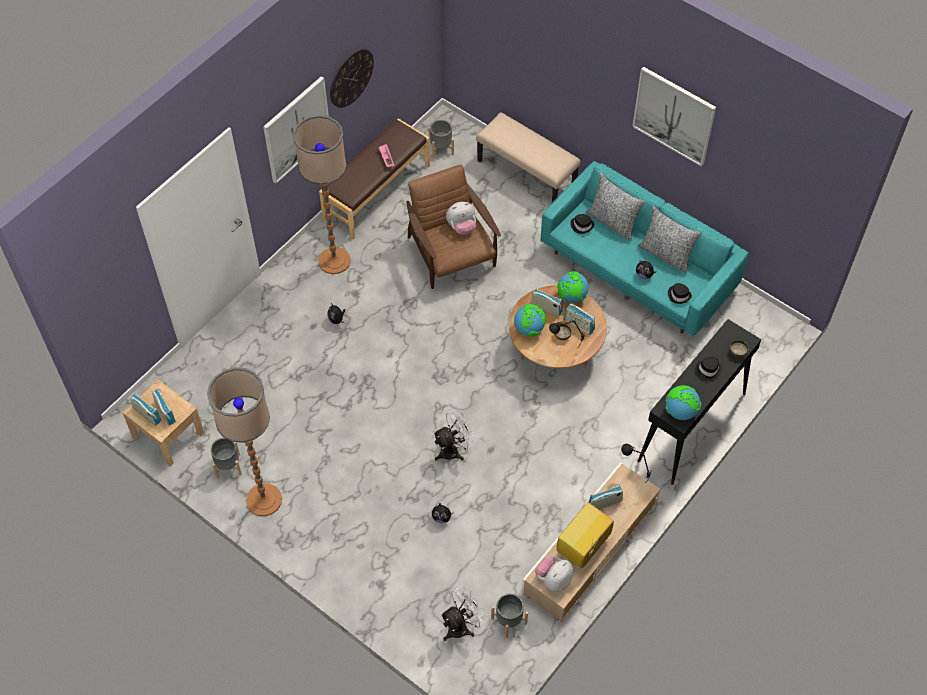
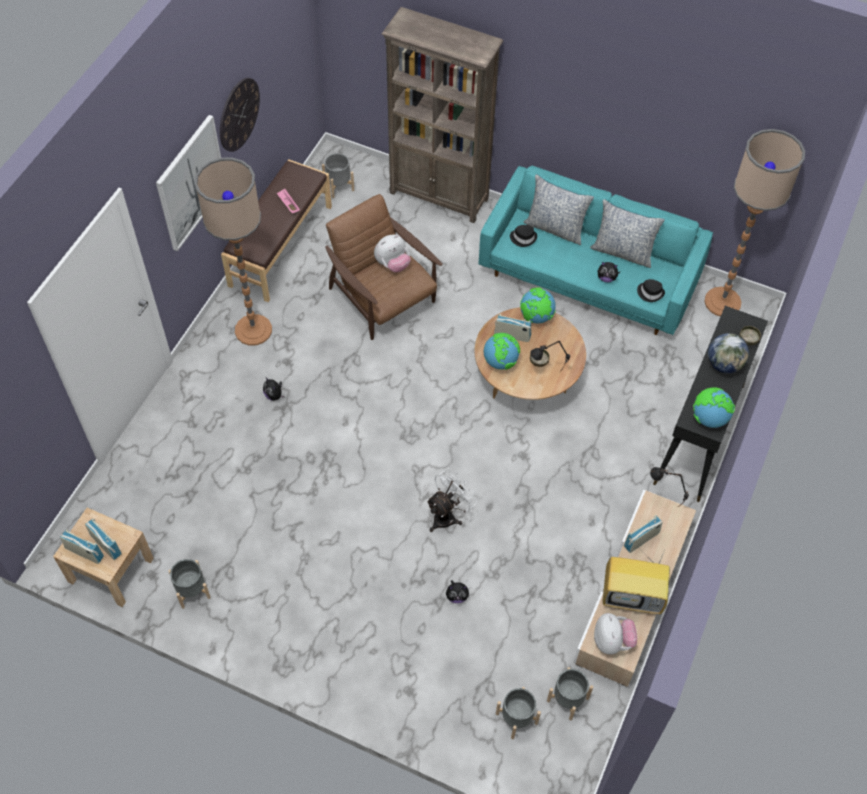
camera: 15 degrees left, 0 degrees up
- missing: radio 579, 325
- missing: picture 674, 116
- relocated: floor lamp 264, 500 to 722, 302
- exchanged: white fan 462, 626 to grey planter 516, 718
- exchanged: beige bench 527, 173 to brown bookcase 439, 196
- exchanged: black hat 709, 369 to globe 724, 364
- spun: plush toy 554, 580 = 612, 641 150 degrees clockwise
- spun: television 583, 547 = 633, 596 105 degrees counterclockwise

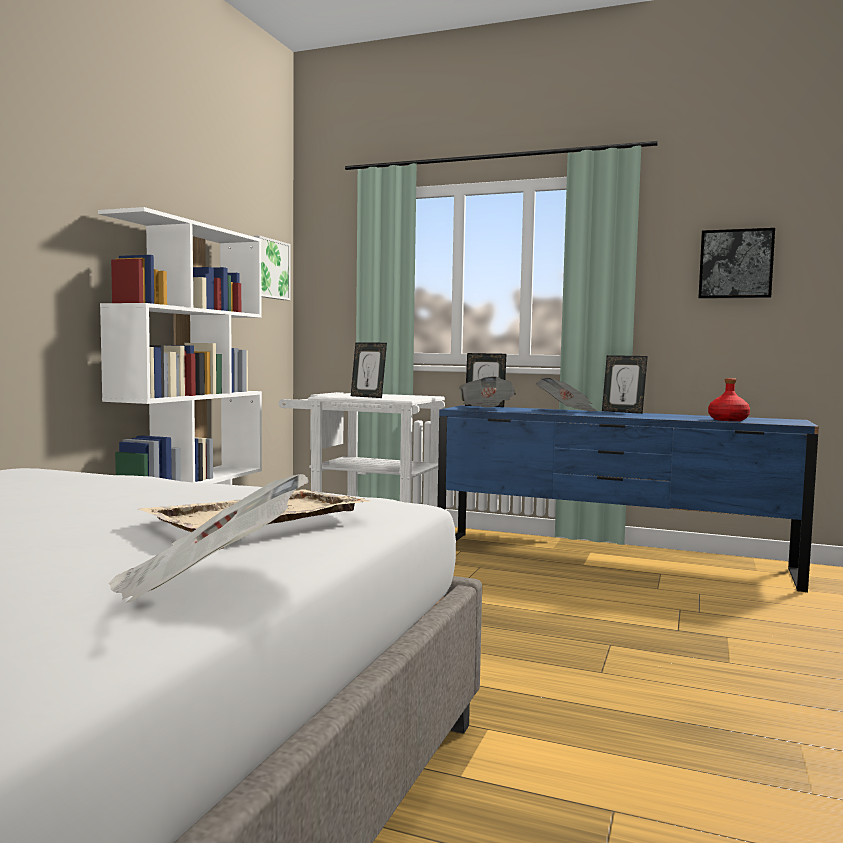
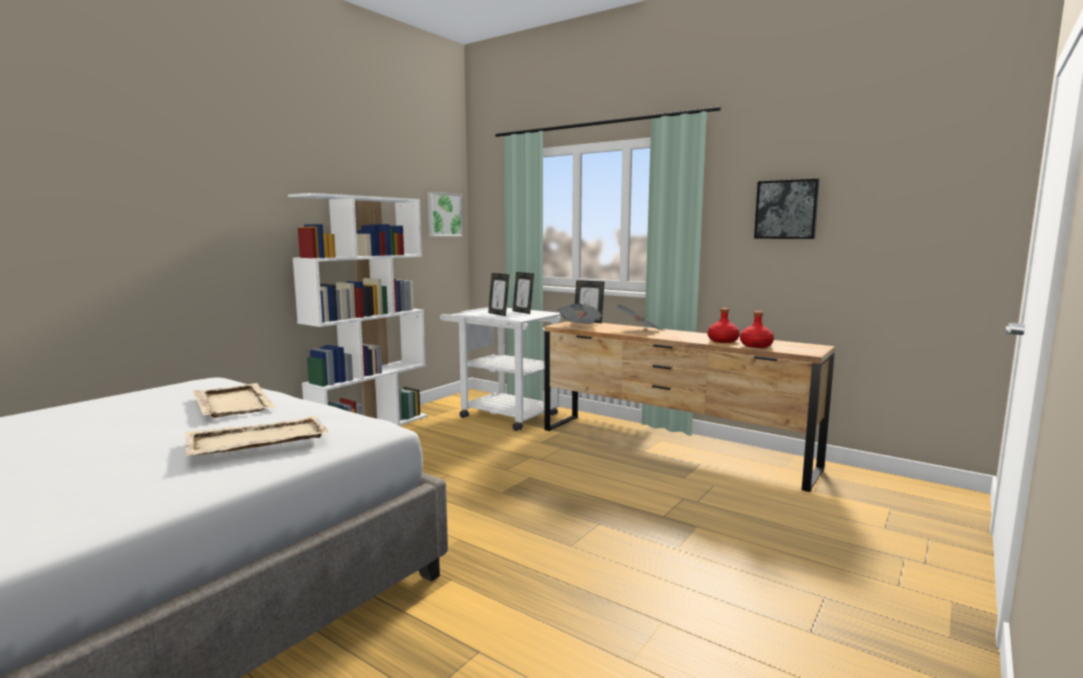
camera: 15 degrees right, 5 degrees up
- missing: newspaper 206, 587
- appeared: beige tray 233, 403
- appeared: red bottle 723, 341
- relocated: picture frame 623, 412 to 523, 312
- colour: blue dresser 610, 559 to brown dresser 671, 448

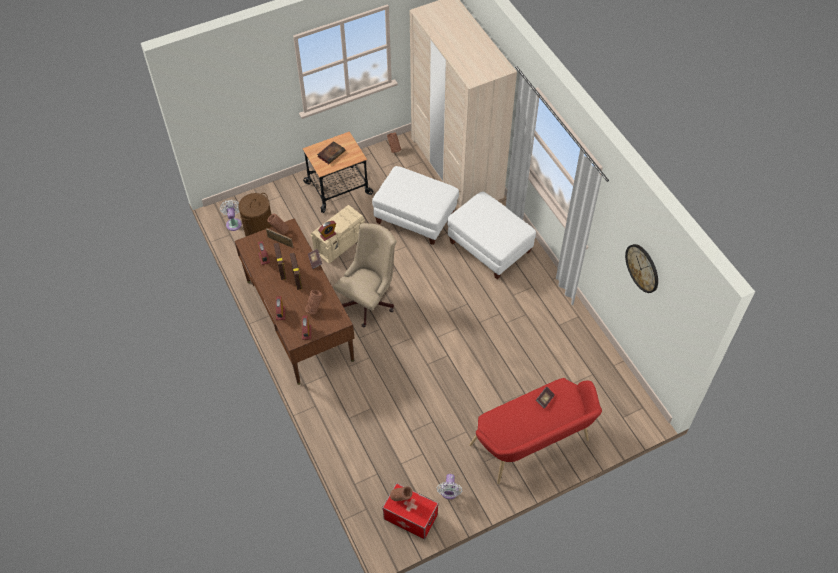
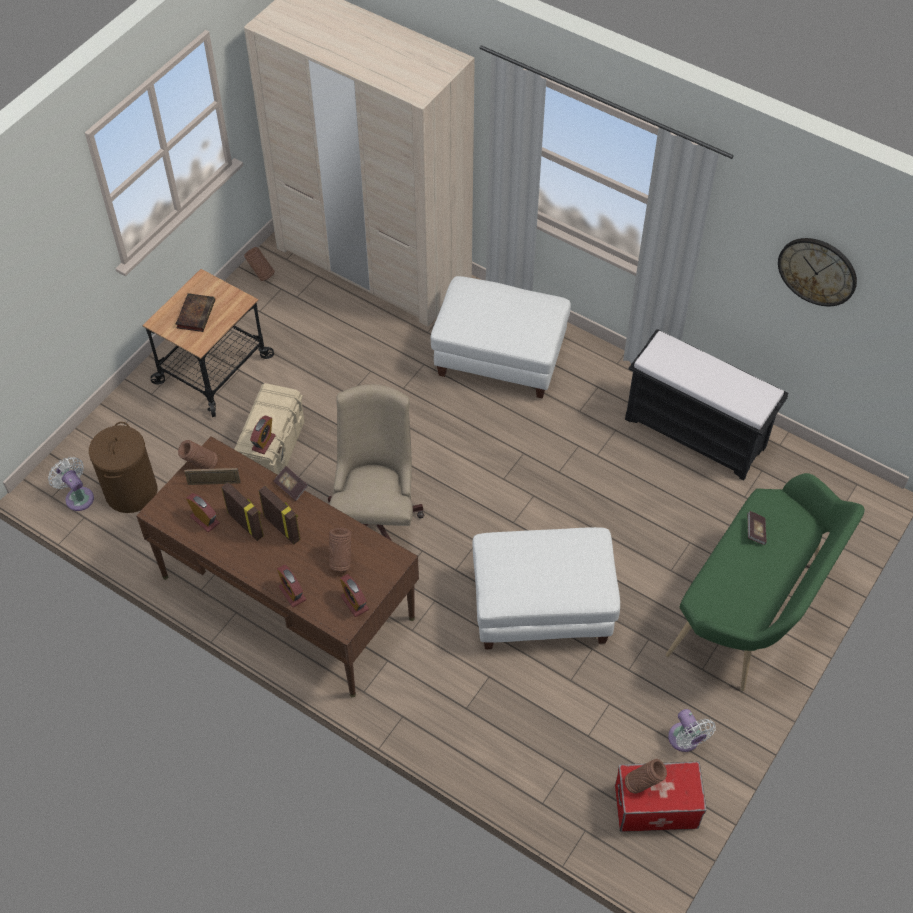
camera: 30 degrees left, 0 degrees up
- appeared: black bench 696, 433
- relocated: white ottoman 415, 218 to 541, 607
- colour: red bench 533, 446 to green bench 753, 611

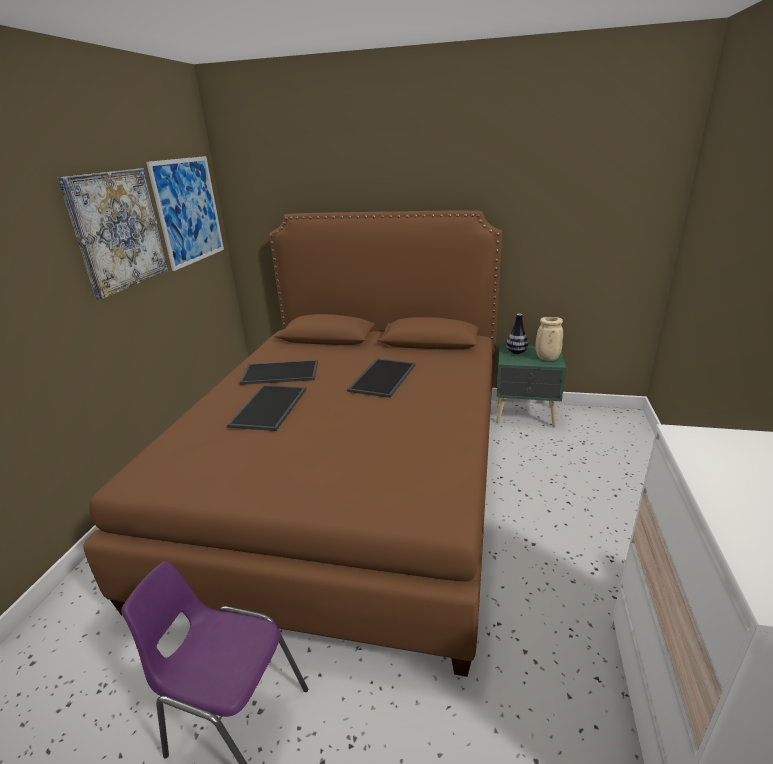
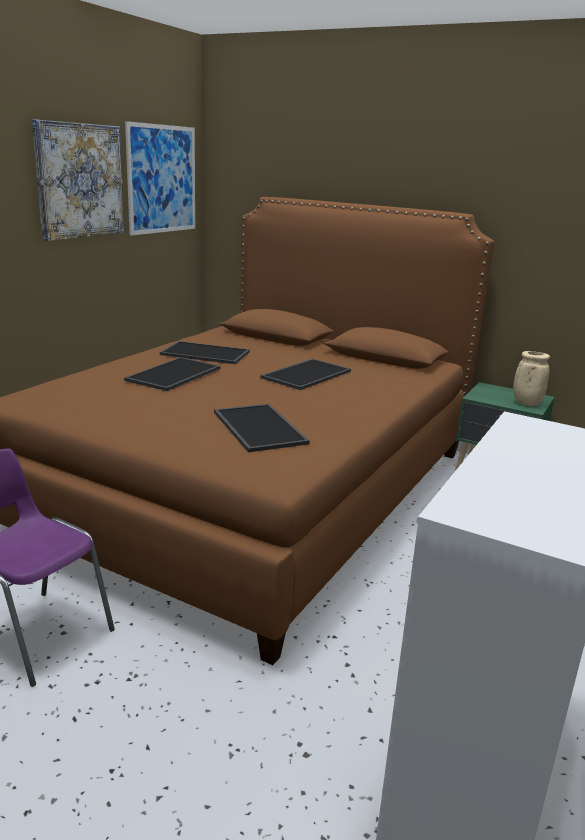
camera: 15 degrees right, 5 degrees down
- missing: vase 516, 352
- appeared: tray 257, 427

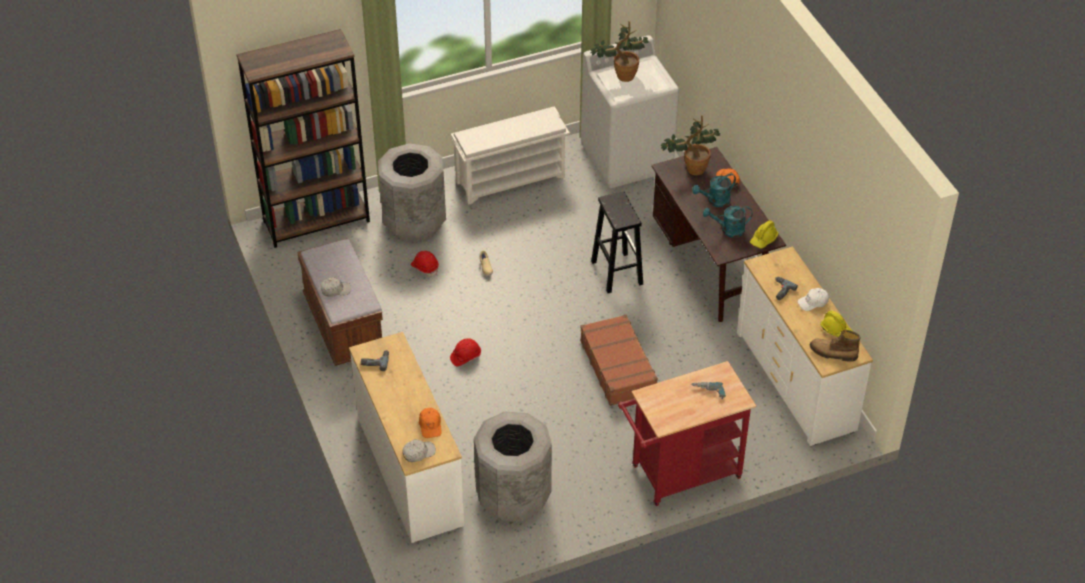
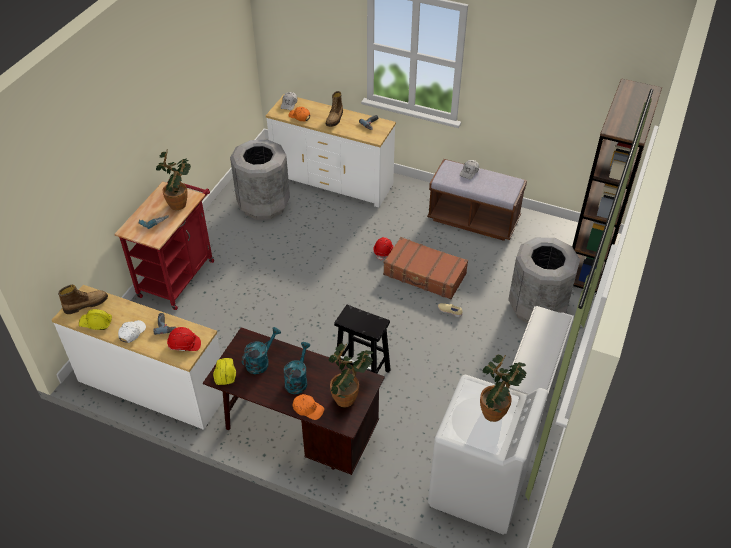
camera: 135 degrees right, 0 degrees up
- appeared: potted plant 180, 202
- appeared: boot 335, 119
- relocated: red hard hat 425, 267 to 184, 345
- relocated: brown suitcase 618, 367 to 424, 275

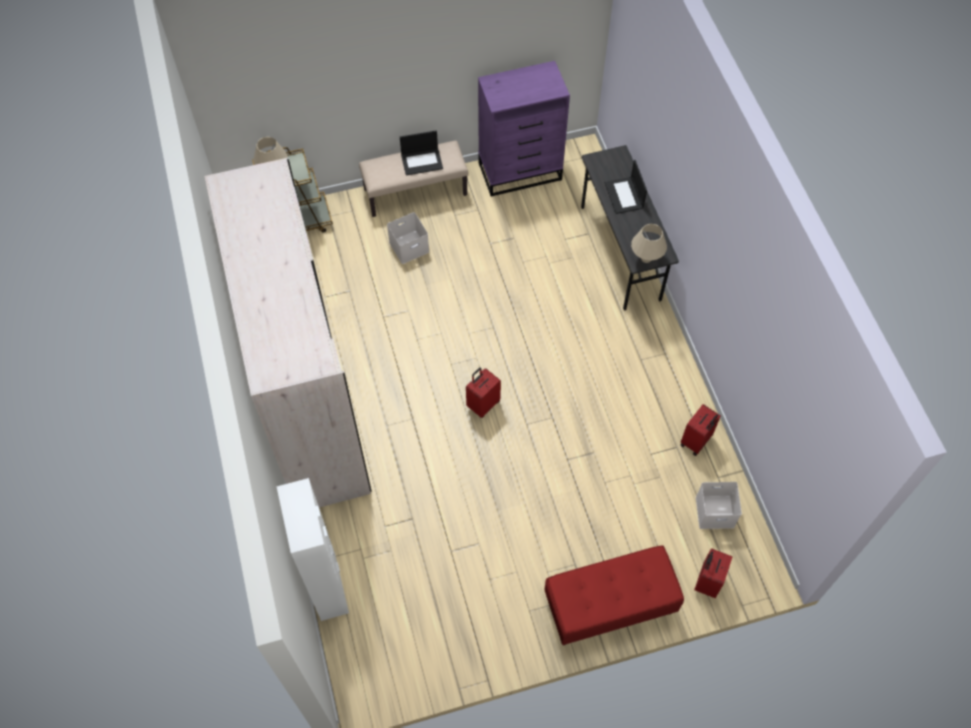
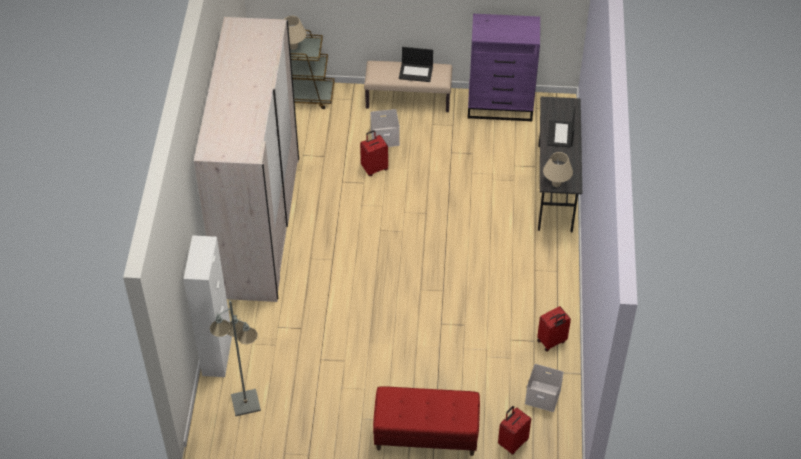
camera: 20 degrees right, 10 degrees down
- appeared: grey floor lamp 245, 403
- relocated: red suitcase 483, 404 to 374, 168

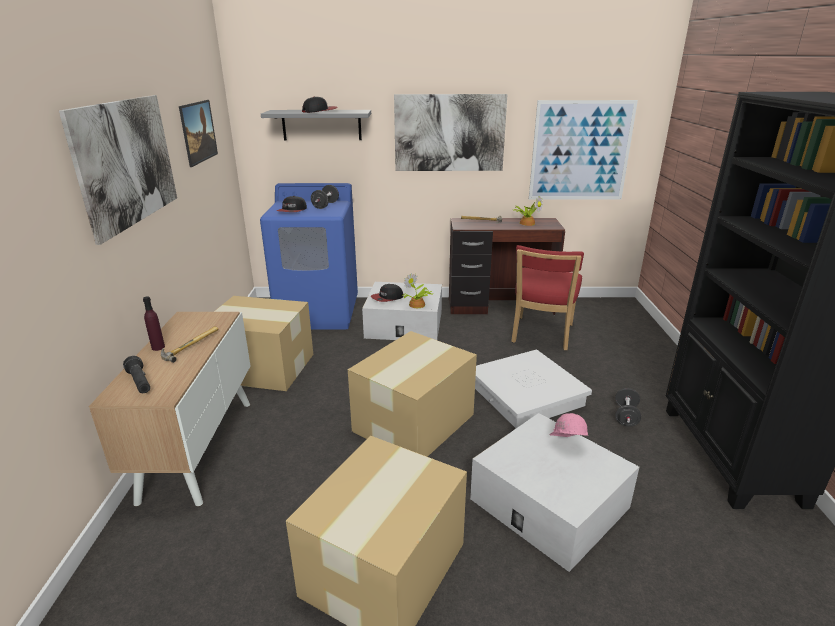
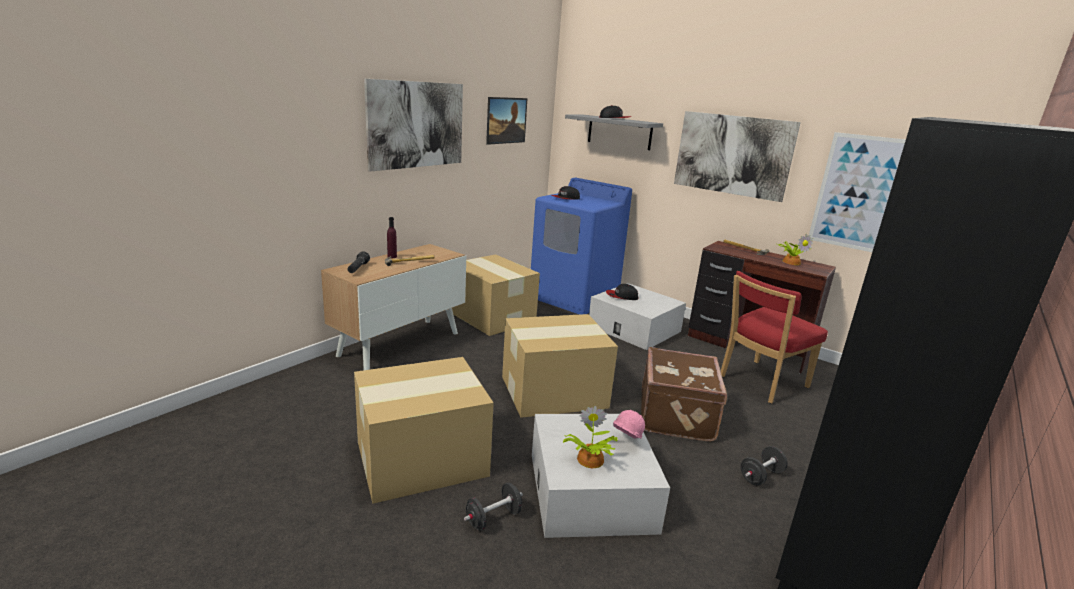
camera: 35 degrees right, 5 degrees down
- relocated: black dumbbell 325, 205 to 493, 518
- relocated: potted plant 417, 305 to 589, 460
- exchanged: white storage box 525, 394 to brown suitcase 677, 416

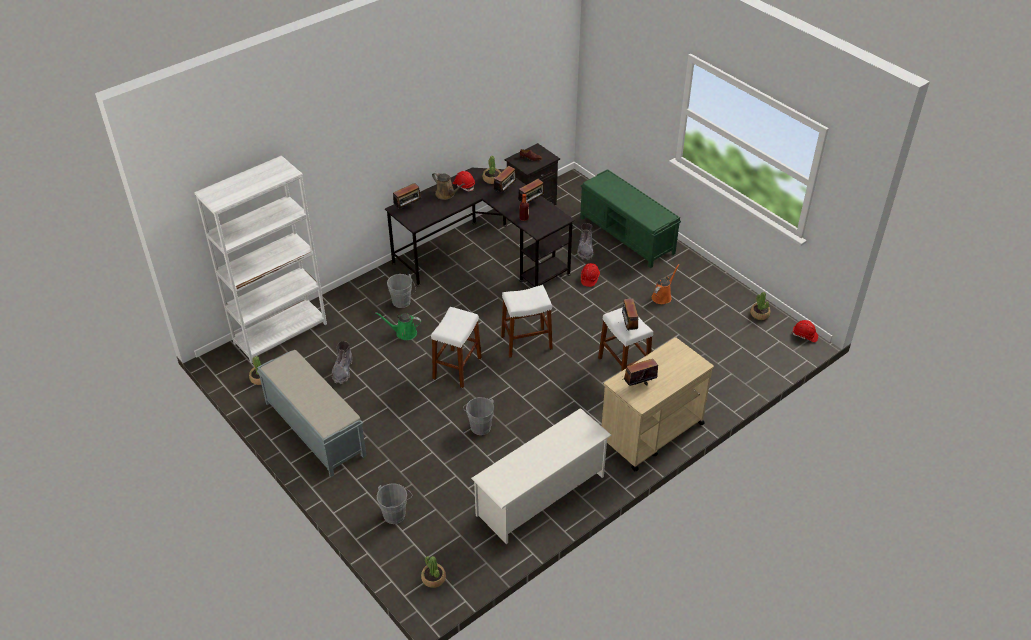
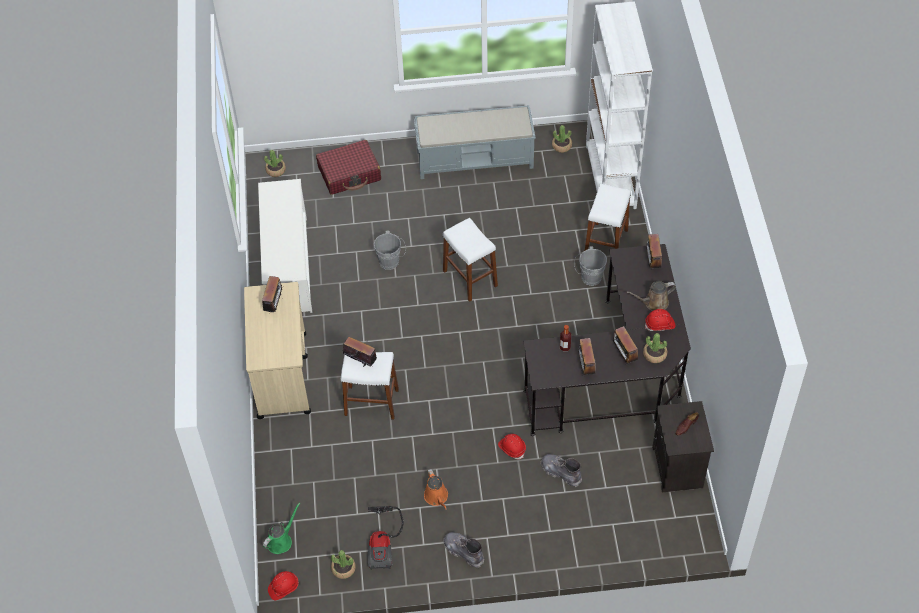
camera: 125 degrees right, 10 degrees up
- missing: green bench 627, 236
- appeared: vacuum cleaner 383, 544
- relocated: grey boot 343, 370 to 463, 551
- relocated: green watering can 404, 333 to 281, 540
- relocated: white stool 526, 342 to 606, 243
- exchanged: grey bucket 396, 513 to red suitcase 349, 174

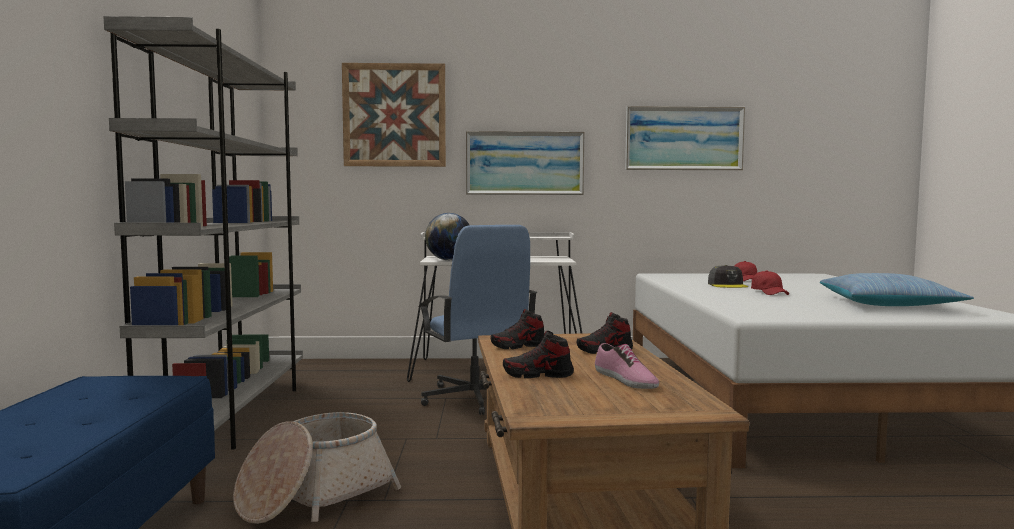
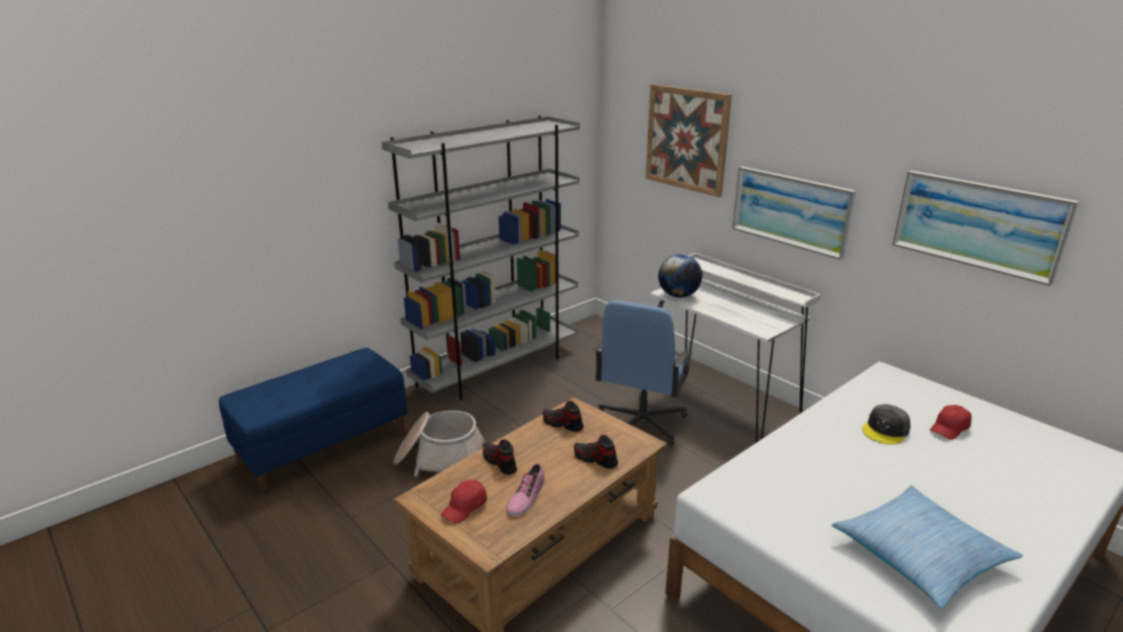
camera: 50 degrees right, 20 degrees up
- relocated: red cap 769, 293 to 465, 507

